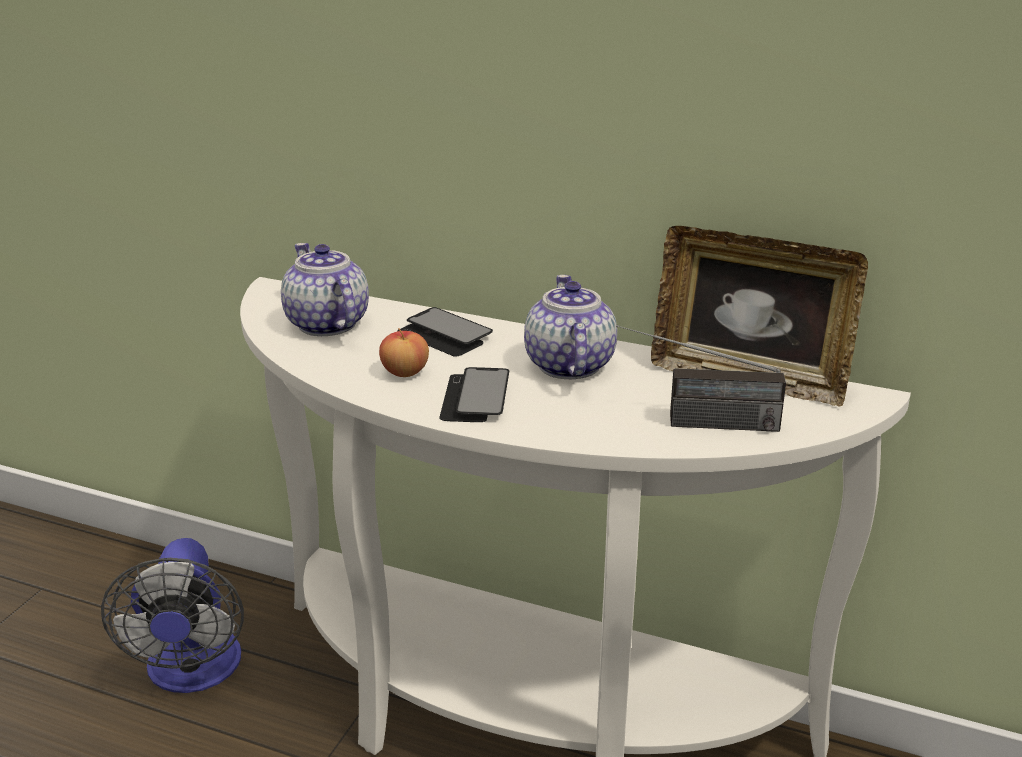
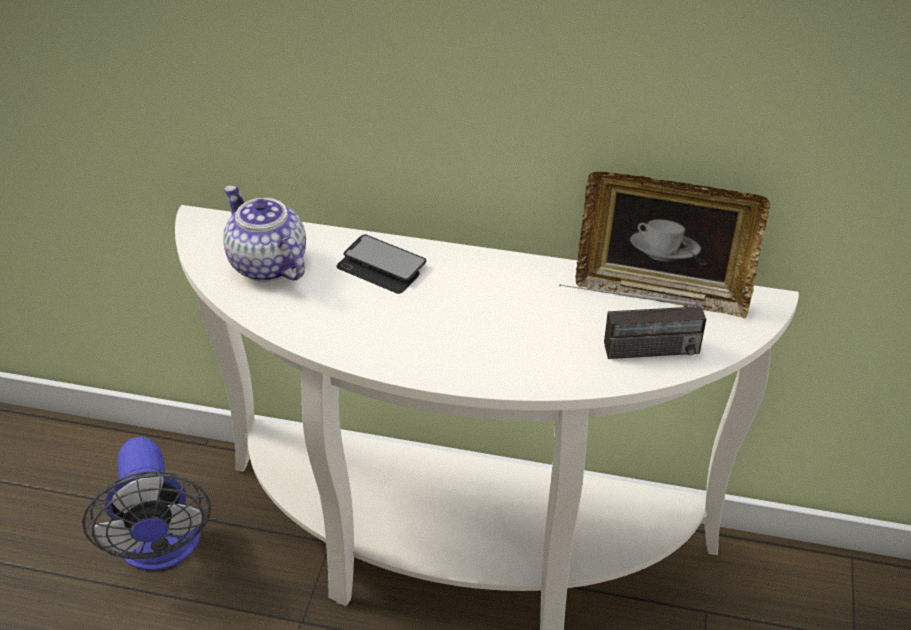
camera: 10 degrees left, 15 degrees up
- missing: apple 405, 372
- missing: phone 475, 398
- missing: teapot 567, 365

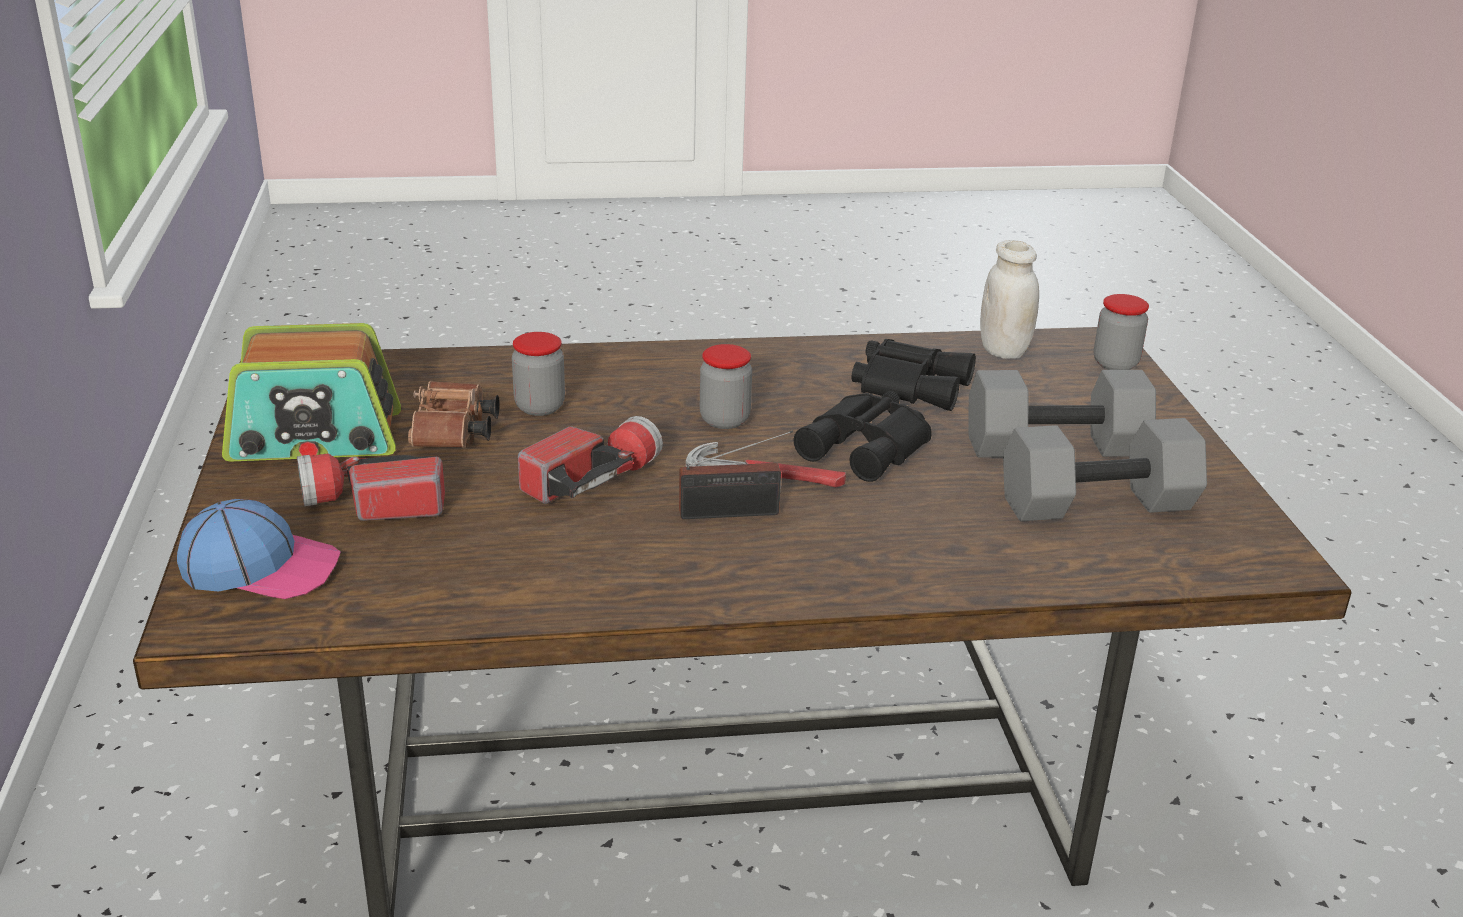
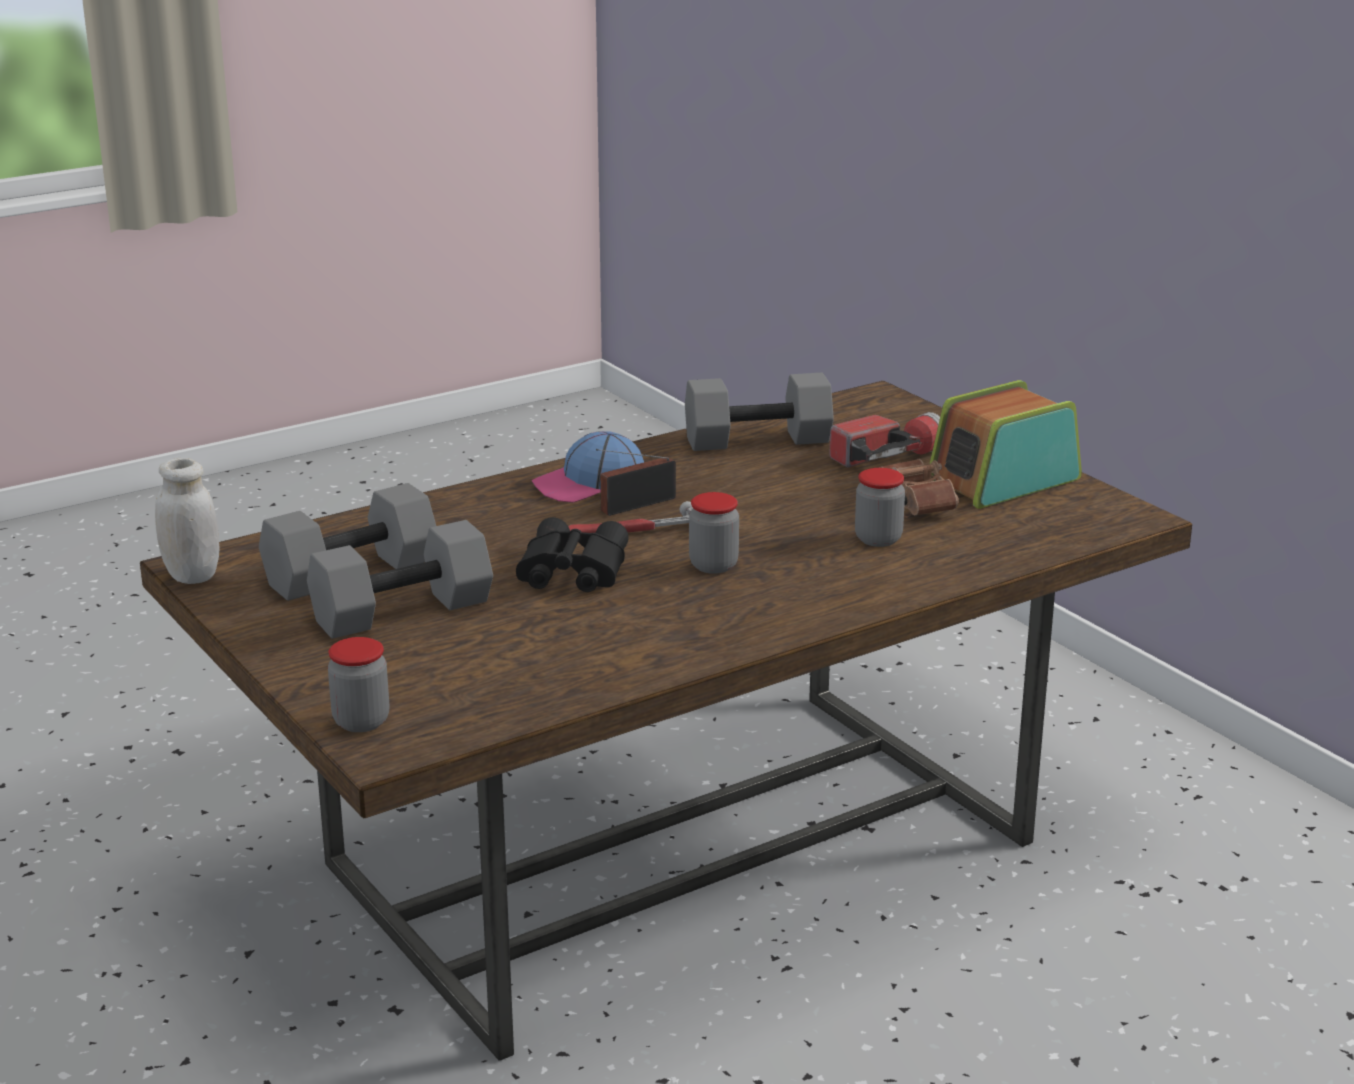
camera: 155 degrees right, 5 degrees down
- missing: flashlight 592, 479
- missing: black binoculars 910, 384
- appeared: grey dumbbell 758, 439
- relocated: cap 261, 567 to 589, 484
- relocated: white jar 1003, 350 to 192, 575

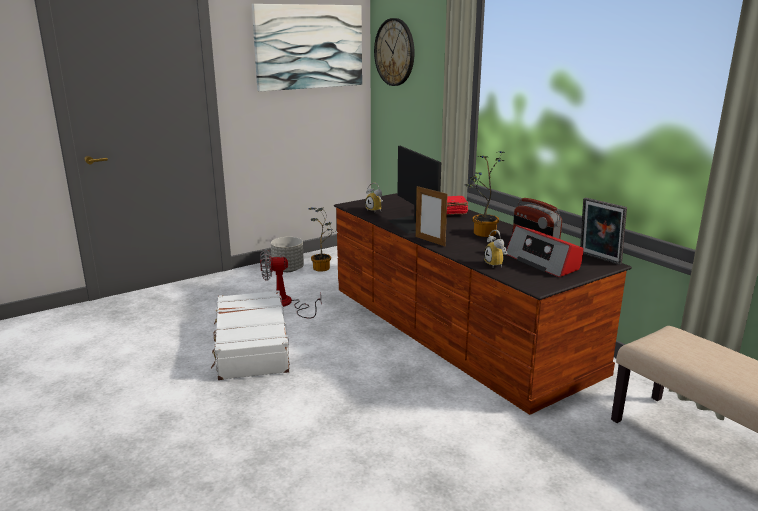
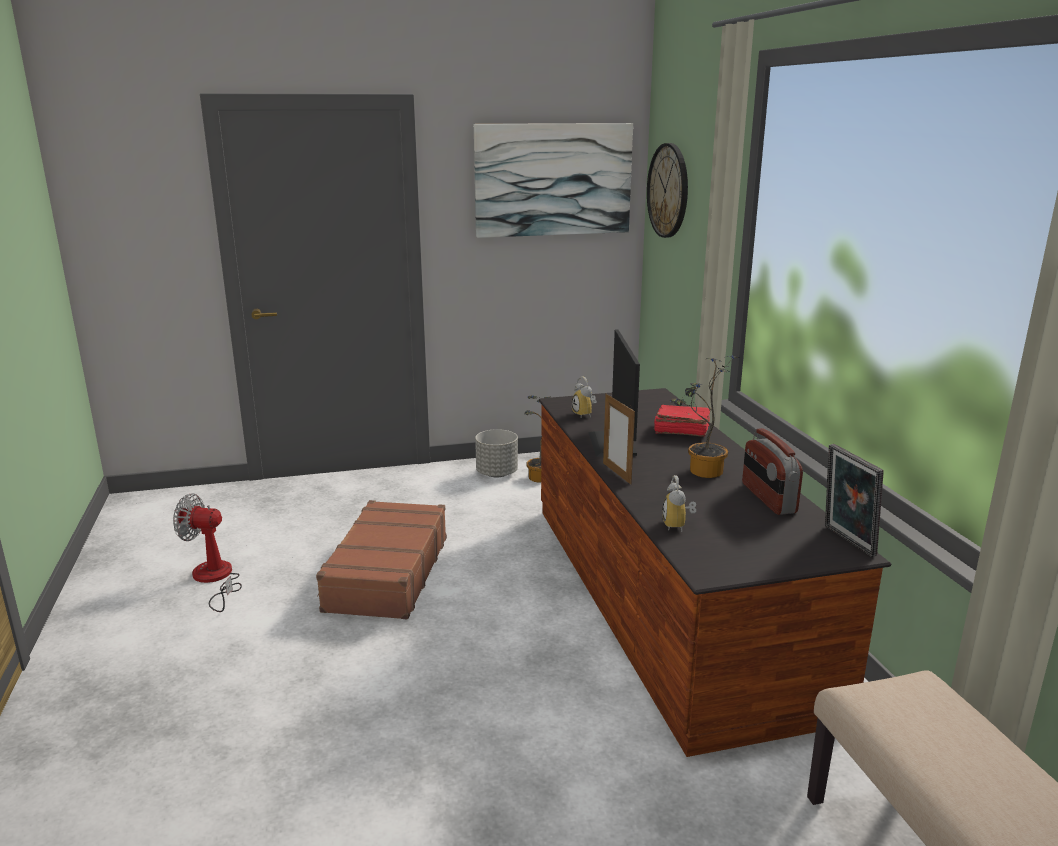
camera: 20 degrees right, 0 degrees up
- missing: radio 543, 262
- relocated: fan 285, 304 to 215, 579
- colour: white suitcase 251, 346 to brown suitcase 386, 573

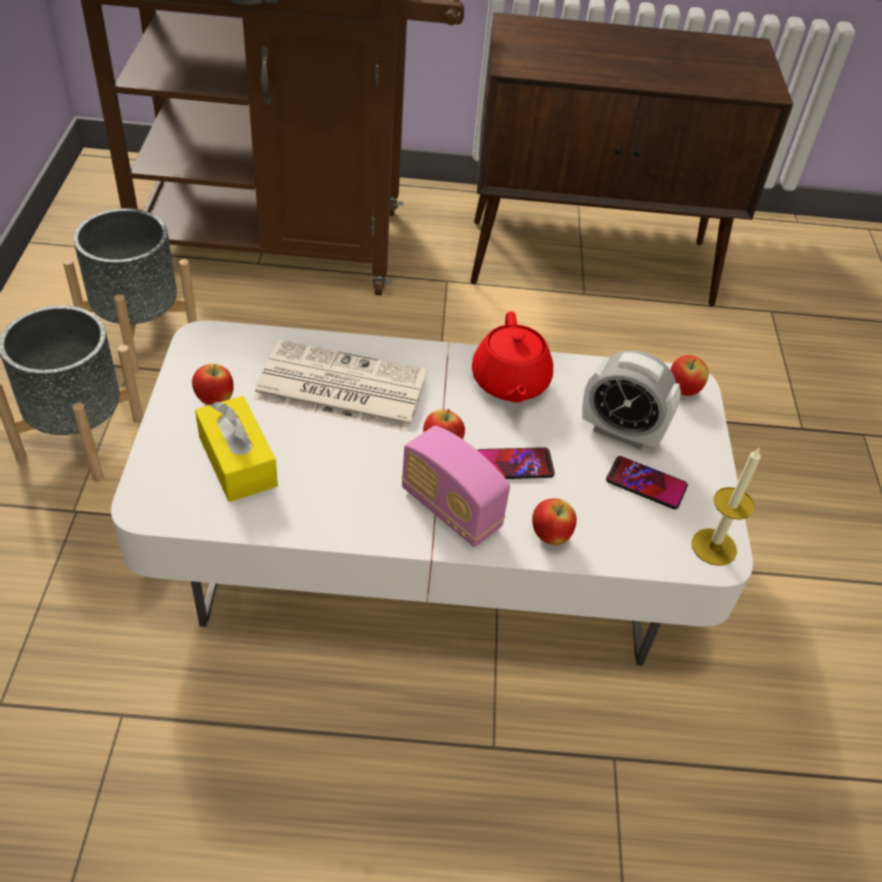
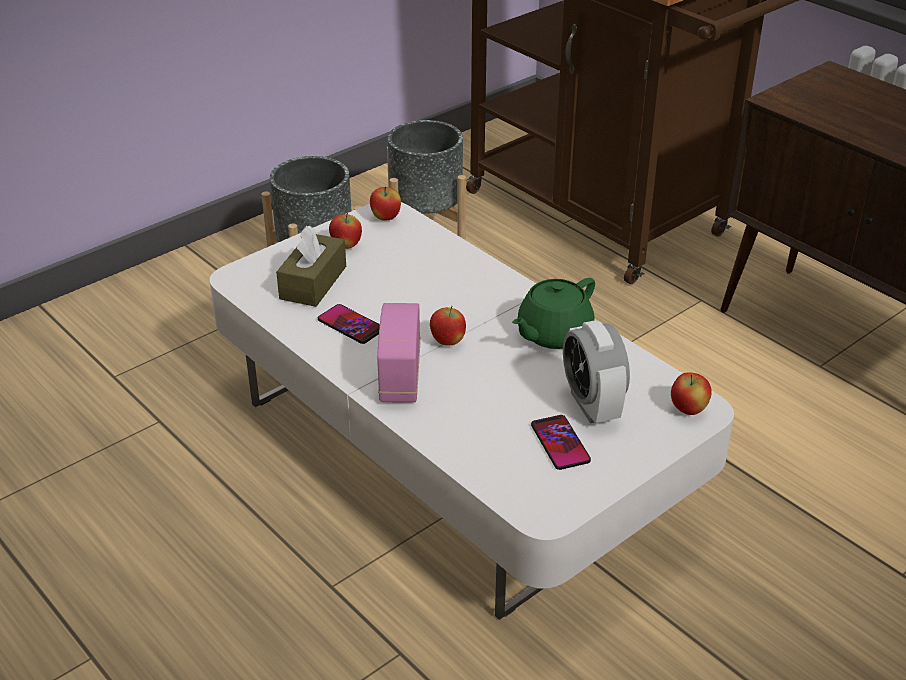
camera: 50 degrees right, 10 degrees down
- missing: newspaper 339, 387
- missing: candle 714, 547
- relocated: phone 514, 465 to 350, 325
- relocated: apple 550, 536 to 385, 218
- colour: yellow tissue box 237, 461 to brown tissue box 313, 282
- colour: red teapot 509, 383 to green teapot 553, 334

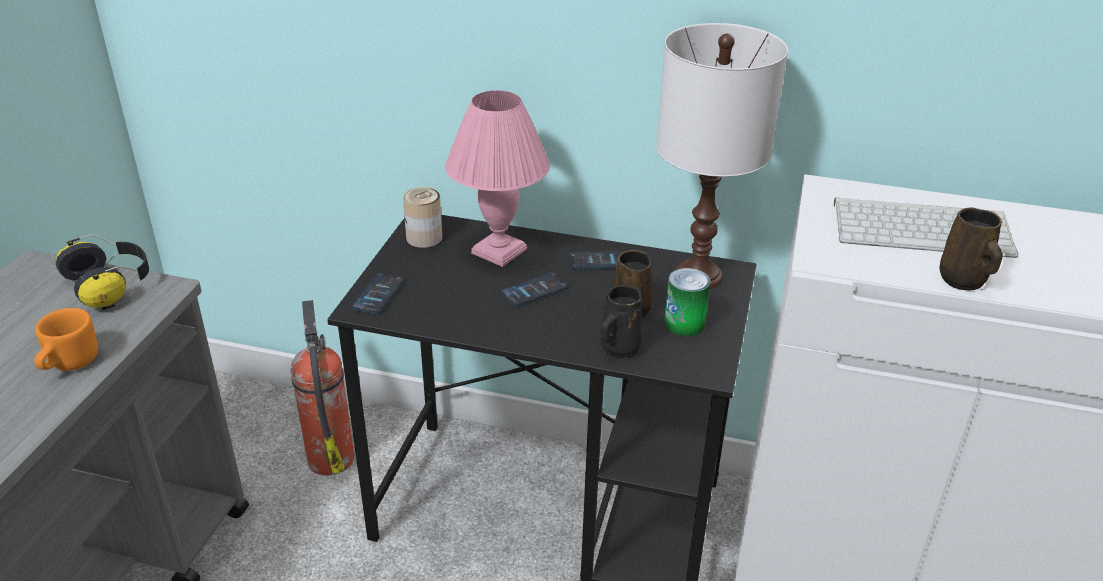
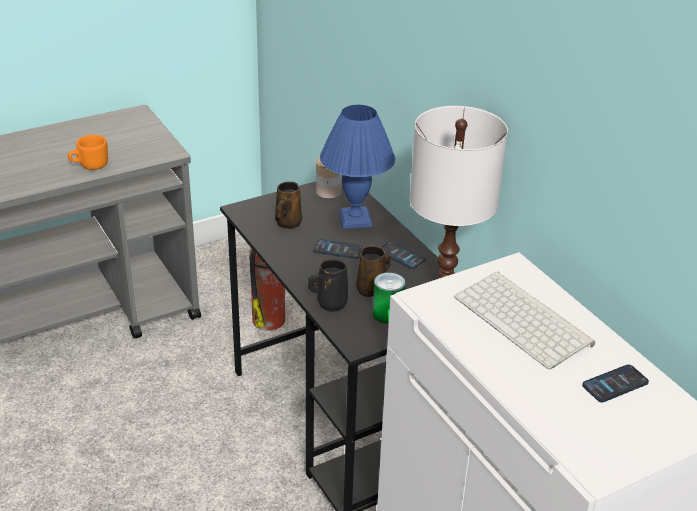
camera: 45 degrees right, 0 degrees up
- missing: headphones 111, 285
- relocated: phone 378, 294 to 615, 384
- relocated: brown mug 963, 281 to 287, 223
- colour: pink table lamp 497, 251 to blue table lamp 354, 219

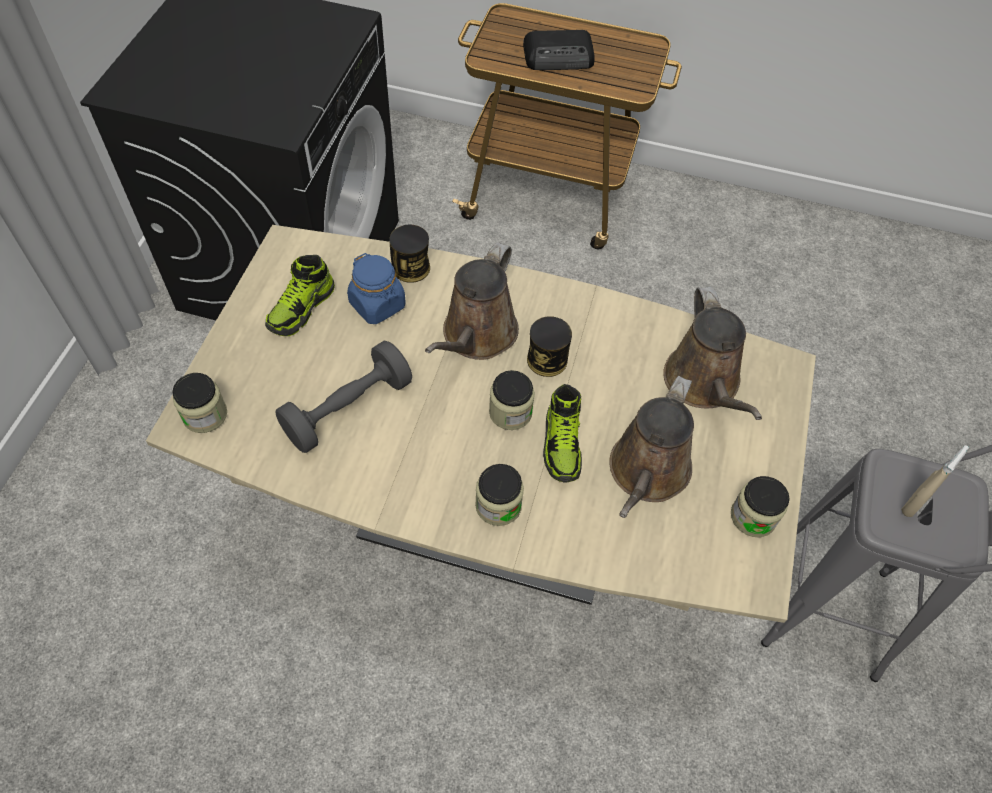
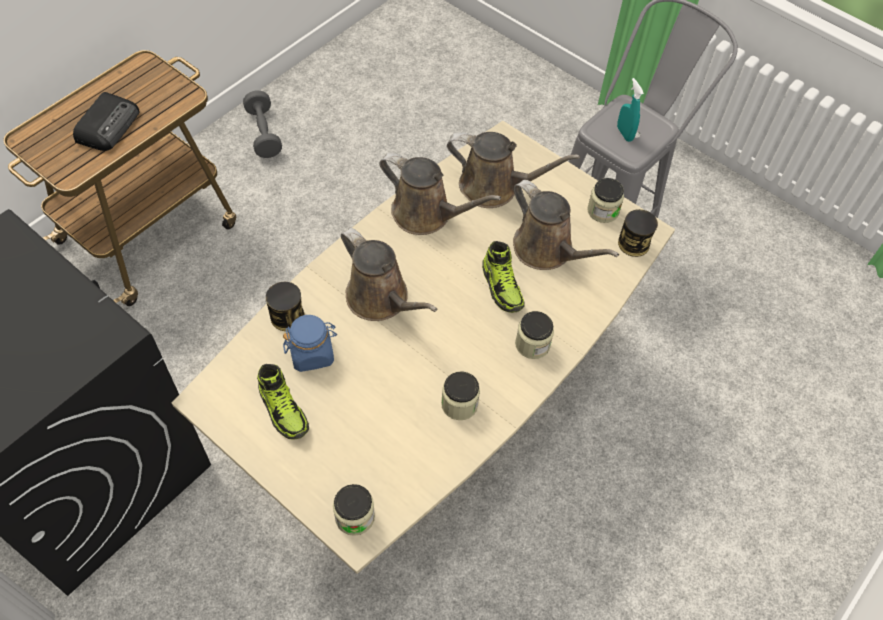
camera: 65 degrees left, 0 degrees up
- appeared: brown watering can 426, 214
- relocated: grey dumbbell 348, 409 to 264, 133
- relocated: jar 510, 412 to 459, 404
- relocated: can 547, 359 to 633, 243
- colour: beige spray bottle 913, 504 to turquoise spray bottle 624, 133
- spun: shoe 562, 444 = 502, 287 45 degrees clockwise

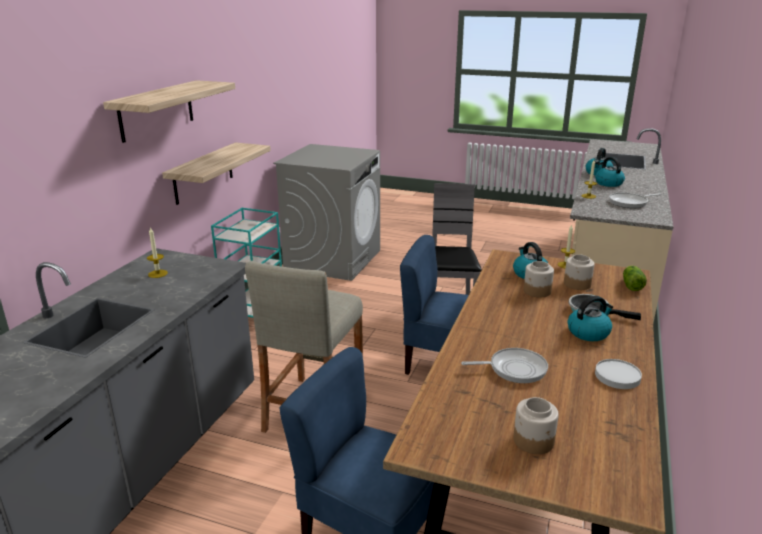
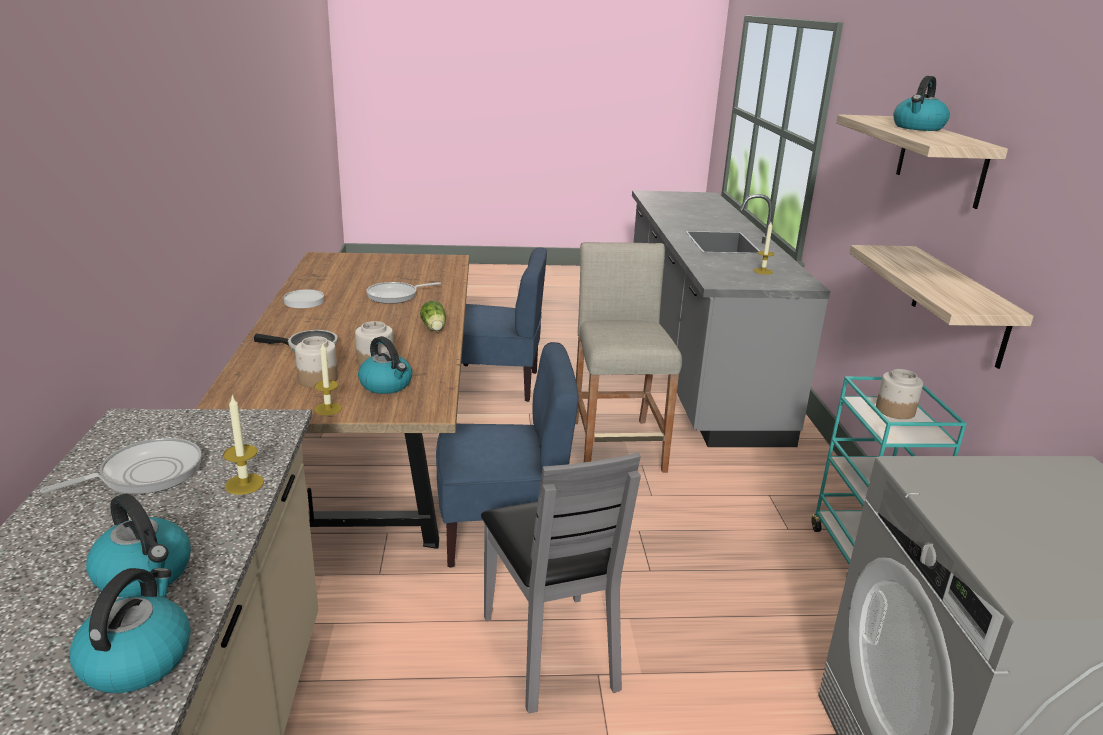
camera: 155 degrees right, 0 degrees up
- relocated: jar 534, 441 to 894, 410
- relocated: kettle 588, 332 to 918, 128
- relocated: lettuce 631, 285 to 434, 328

